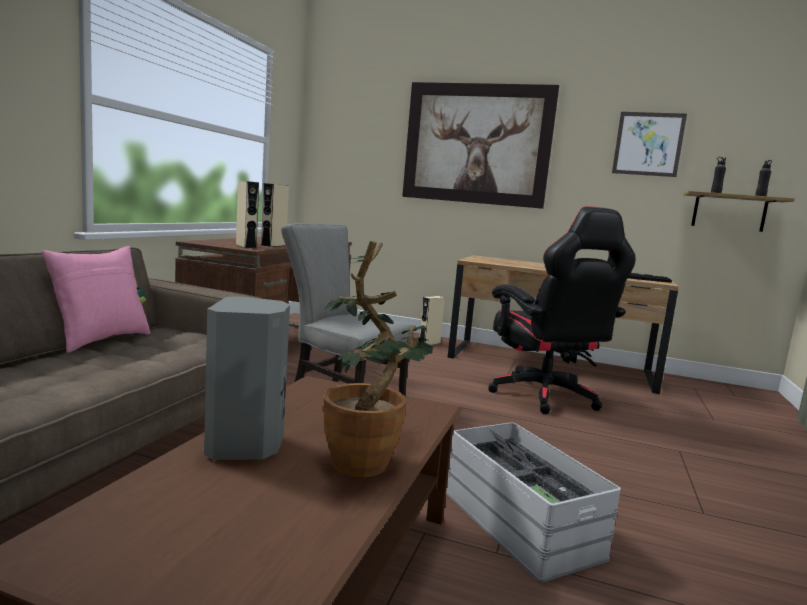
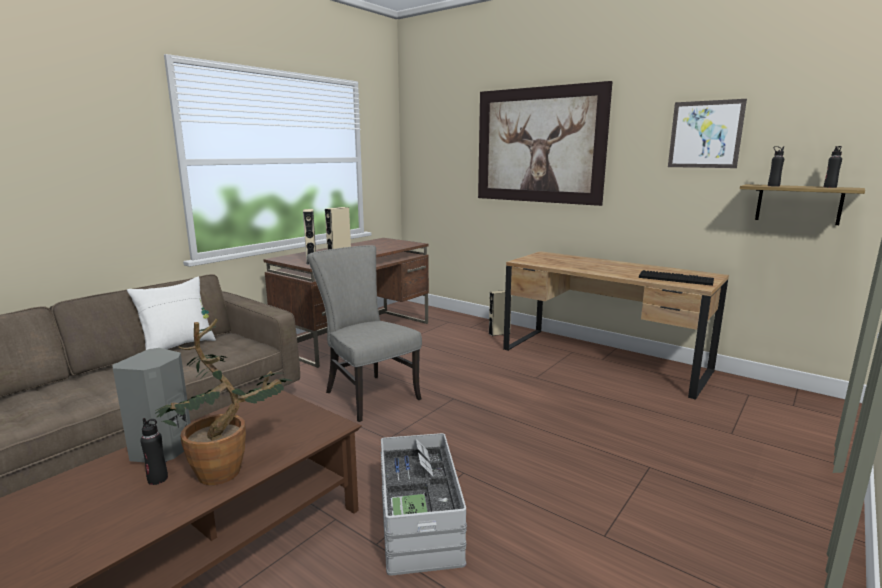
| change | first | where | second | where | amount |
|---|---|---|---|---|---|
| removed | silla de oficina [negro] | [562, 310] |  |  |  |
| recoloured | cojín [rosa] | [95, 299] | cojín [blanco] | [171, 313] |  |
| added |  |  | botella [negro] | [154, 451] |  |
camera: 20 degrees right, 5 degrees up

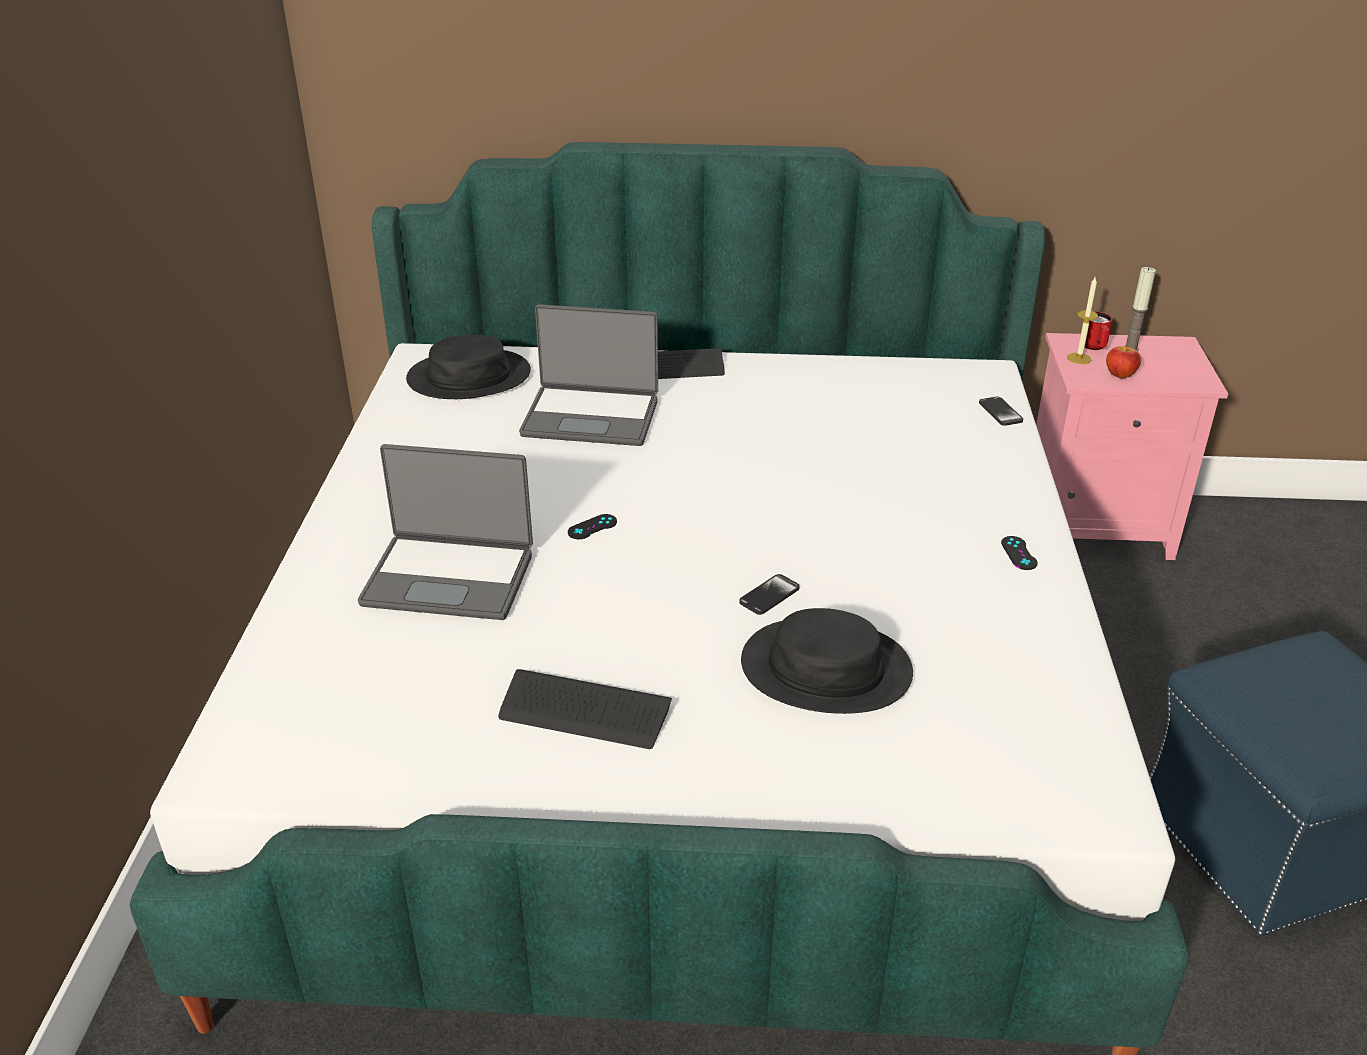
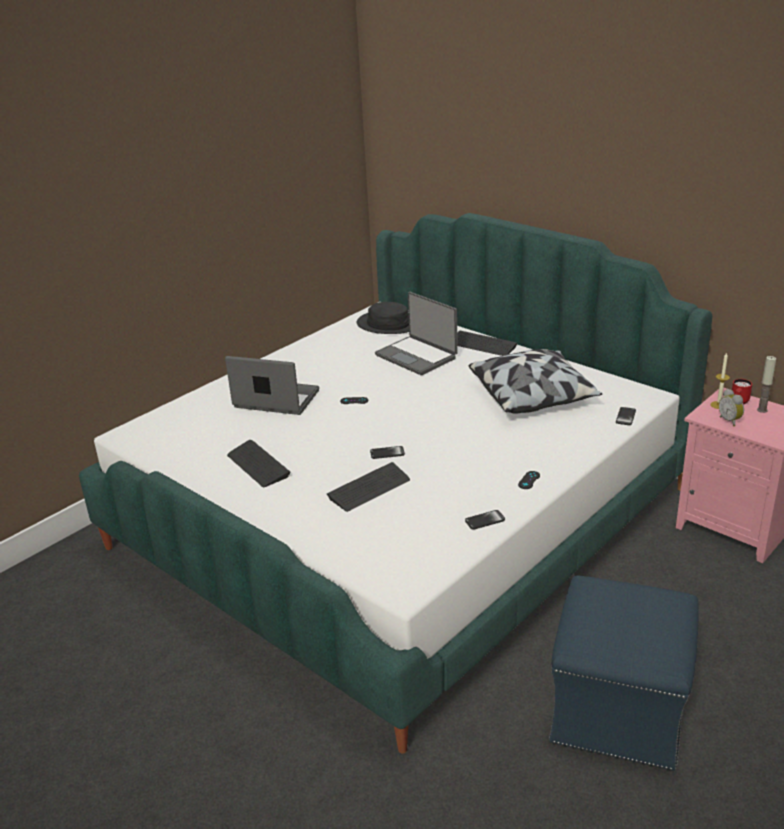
| change | first | where | second | where | amount |
|---|---|---|---|---|---|
| replaced | manzana | [1123, 362] | despertador | [731, 407] |  |
| turned | portátil | [445, 532] |  | [272, 385] | 150 degrees clockwise |
| replaced | sombrero [negro] | [827, 661] | teclado | [368, 487] |  |
| added |  |  | cojín | [536, 381] |  |
| added |  |  | móvil | [485, 520] |  |
camera: 40 degrees right, 5 degrees down

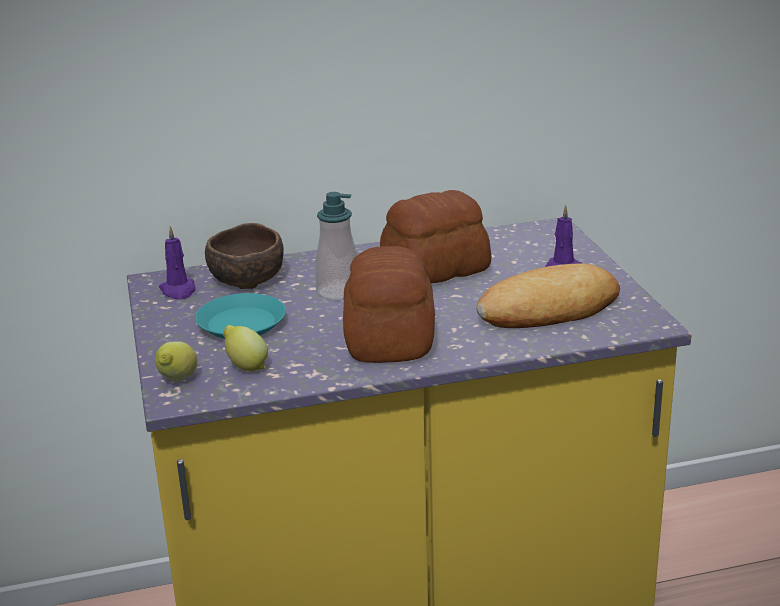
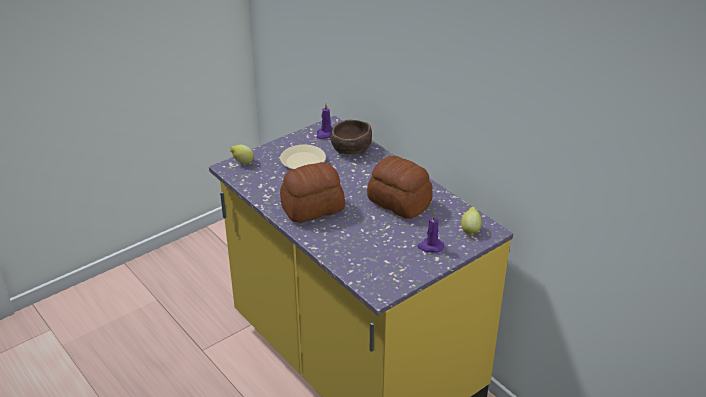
| change | first | where | second | where | amount |
|---|---|---|---|---|---|
| removed | dispensador de jabón | [336, 246] |  |  |  |
| removed | pan | [548, 295] |  |  |  |
| recoloured | plato [turquesa] | [240, 316] | plato [beis] | [303, 157] |  |
| moved | limón | [245, 348] |  | [471, 221] |  |
camera: 65 degrees right, 10 degrees up

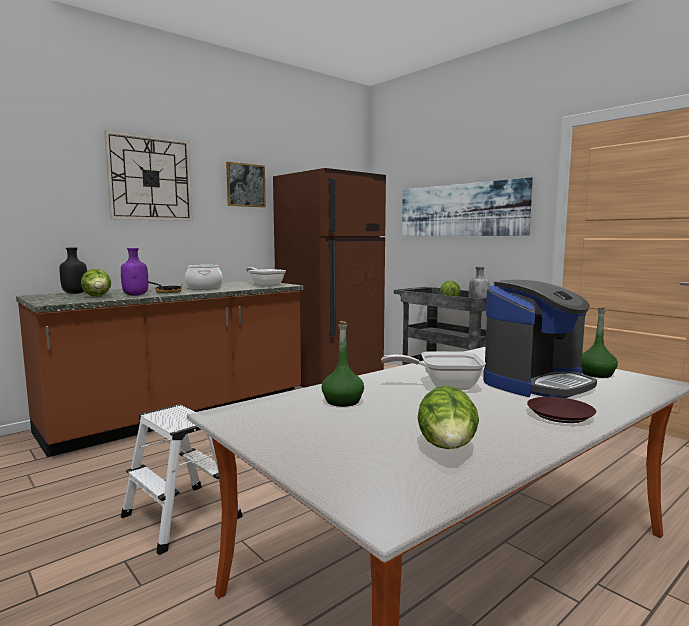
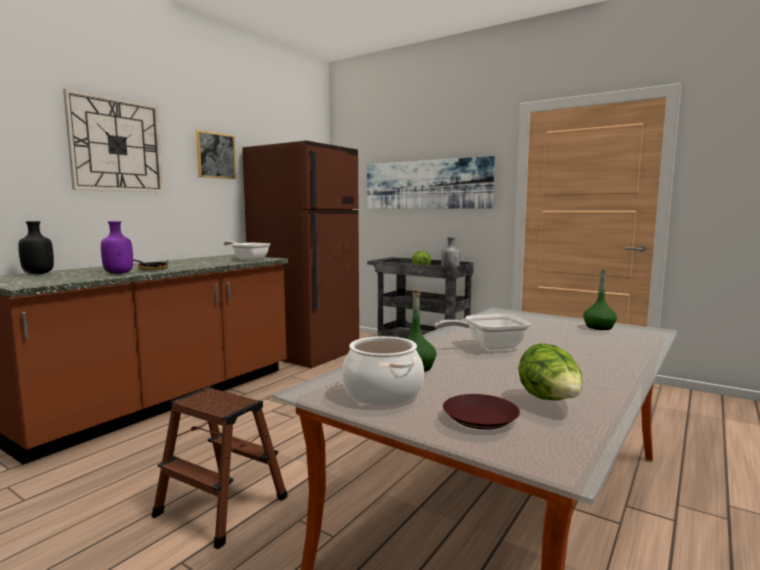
| change | first | where | second | where | amount |
|---|---|---|---|---|---|
| moved | olla | [204, 277] |  | [383, 371] |  |
| removed | lechuga | [96, 282] |  |  |  |
| removed | cafetera | [540, 338] |  |  |  |
| moved | plato [marrón] | [561, 410] |  | [481, 412] |  |
| recoloured | escalera de tijera [blanco] | [182, 479] | escalera de tijera [marrón] | [220, 468] |  |
camera: 15 degrees left, 0 degrees up

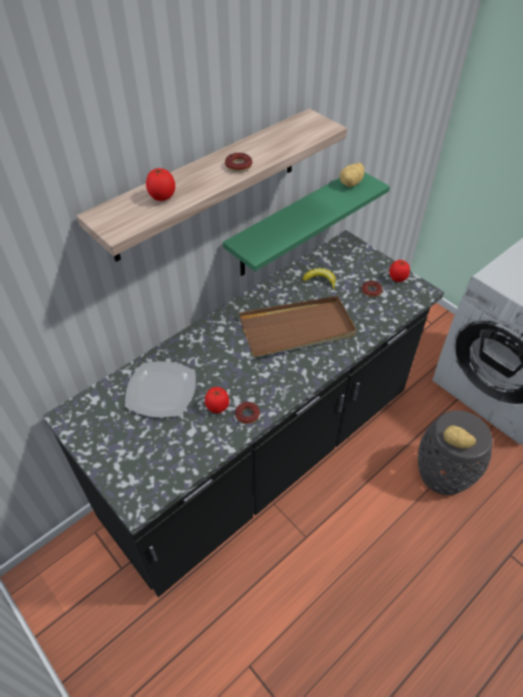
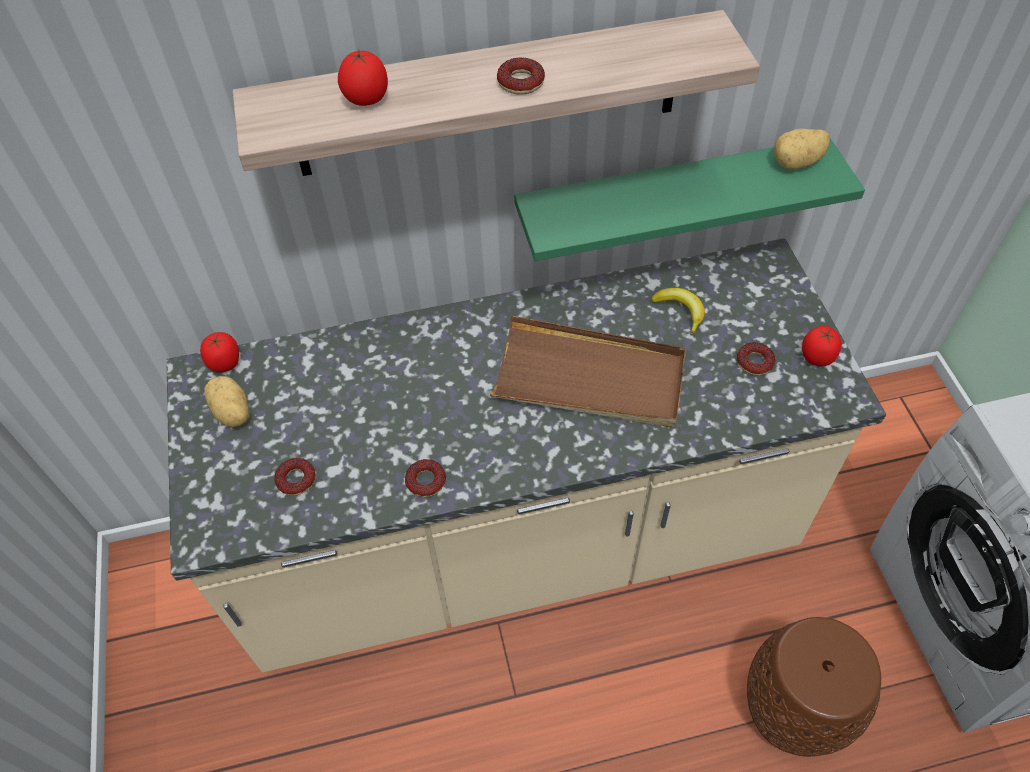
| change | first | where | second | where | amount |
|---|---|---|---|---|---|
| recoloured | mueble bajo de cocina [negro] | [243, 413] | mueble bajo de cocina [beis] | [526, 455] |  |
| removed | plato | [160, 389] |  |  |  |
| moved | tomate | [217, 400] |  | [219, 352] |  |
| recoloured | taburete [gris] | [455, 452] | taburete [marrón] | [814, 687] |  |
| moved | patata | [459, 437] |  | [227, 401] |  |
| added |  |  | rosquilla | [295, 477] |  |
camera: 30 degrees right, 5 degrees up

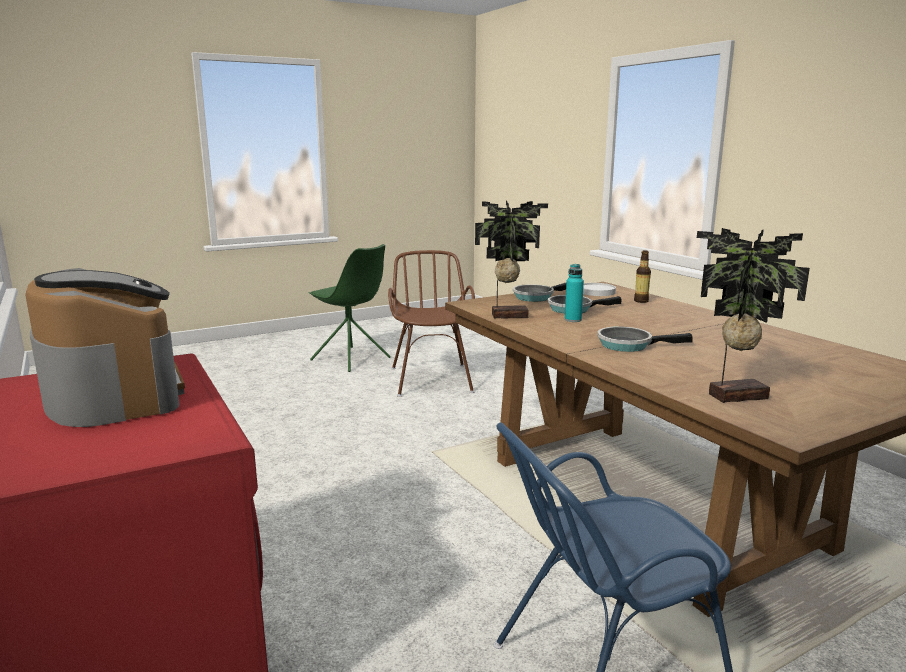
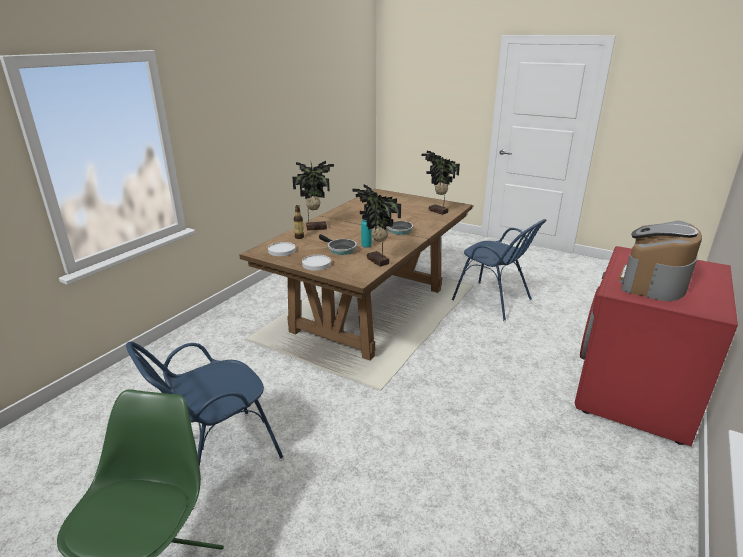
| change | first | where | second | where | amount |
|---|---|---|---|---|---|
| recoloured | silla [marrón] | [431, 323] | silla [azul] | [205, 425] |  |
| replaced | sartén | [539, 292] | plato [blanco] | [316, 263] |  |
| added |  |  | planta en maceta | [313, 196] |  |
camera: 120 degrees left, 10 degrees up

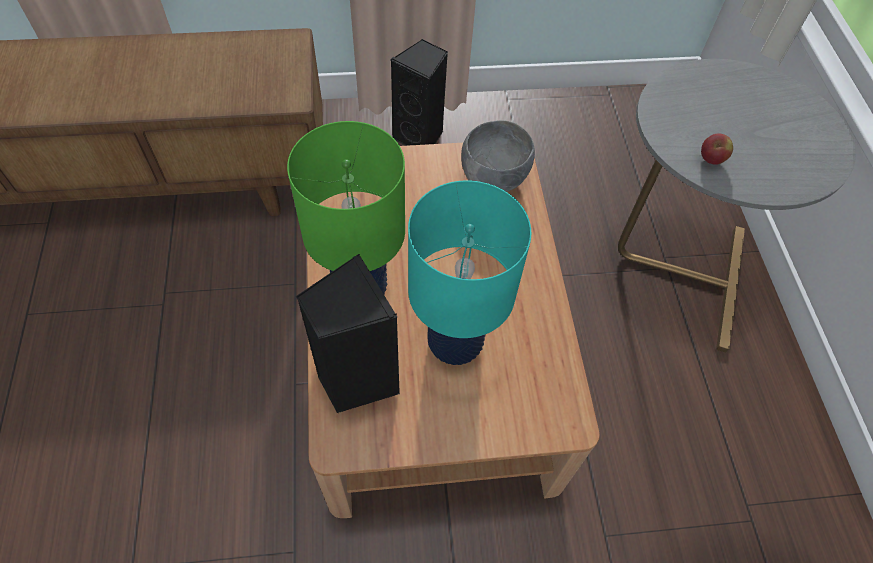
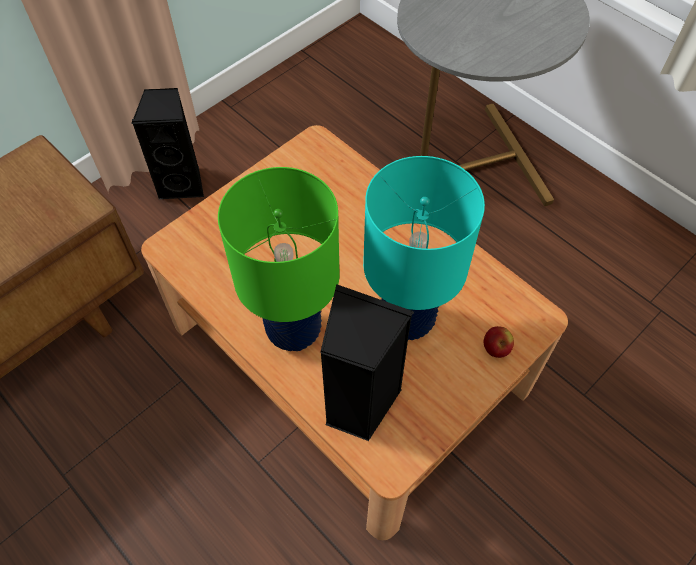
| change | first | where | second | where | amount |
|---|---|---|---|---|---|
| removed | cuenco [gris] | [498, 156] |  |  |  |
| moved | manzana | [717, 149] |  | [499, 342] |  |
camera: 35 degrees left, 0 degrees up

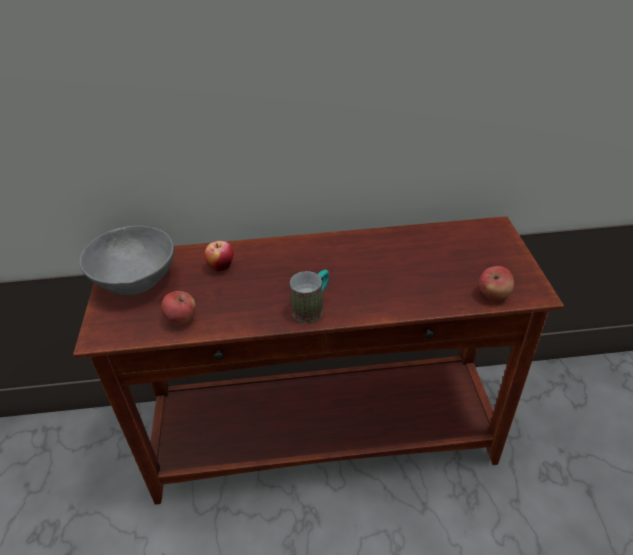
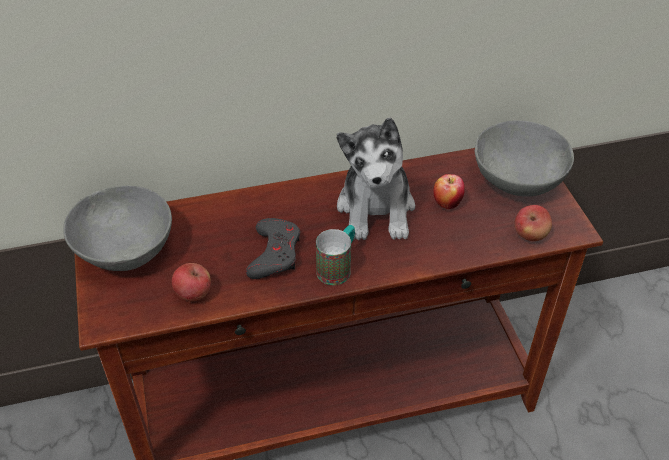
| change | first | where | second | where | amount |
|---|---|---|---|---|---|
| moved | manzana | [219, 256] |  | [449, 191] |  |
| added |  |  | peluche | [376, 178] |  |
| added |  |  | cuenco [gris] | [524, 158] |  |
| added |  |  | mando de consola [gris] | [273, 248] |  |
camera: 10 degrees left, 5 degrees up

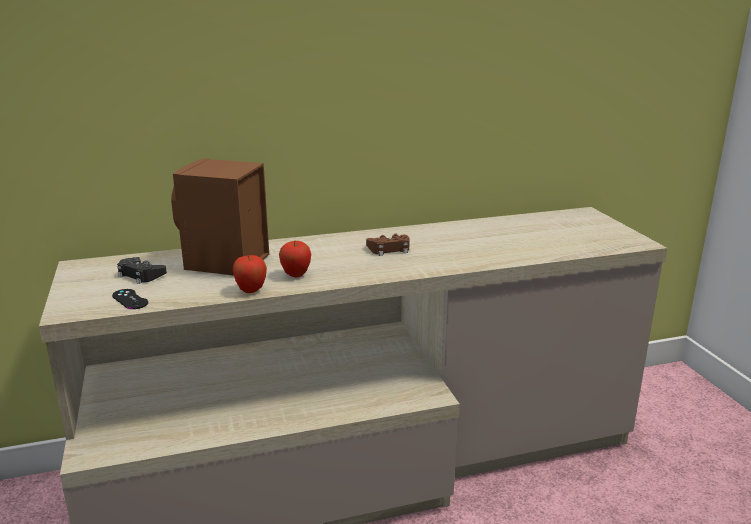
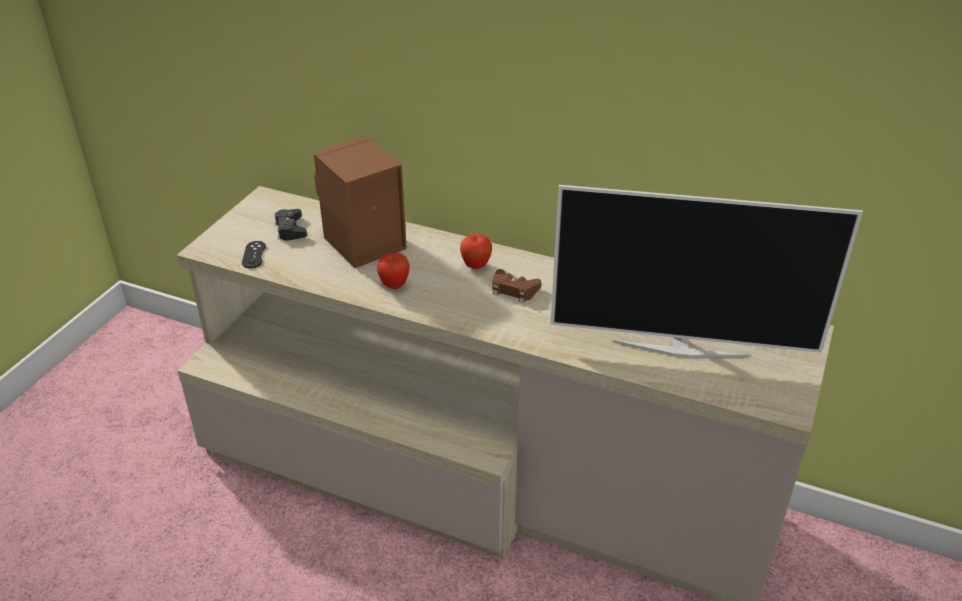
| change | first | where | second | where | amount |
|---|---|---|---|---|---|
| moved | manzana | [250, 274] |  | [476, 251] |  |
| added |  |  | televisor | [706, 271] |  |
camera: 40 degrees right, 15 degrees up

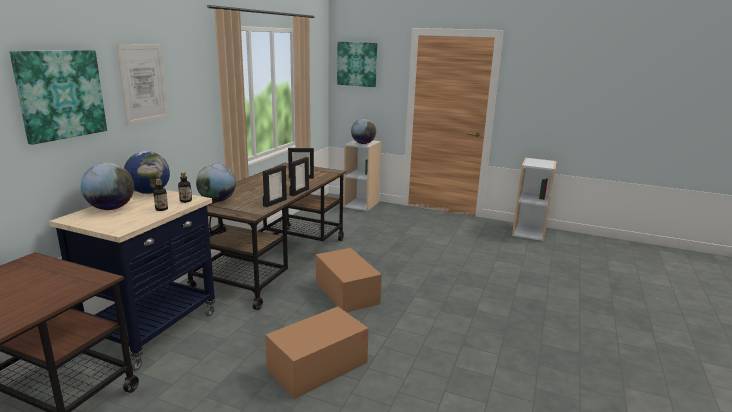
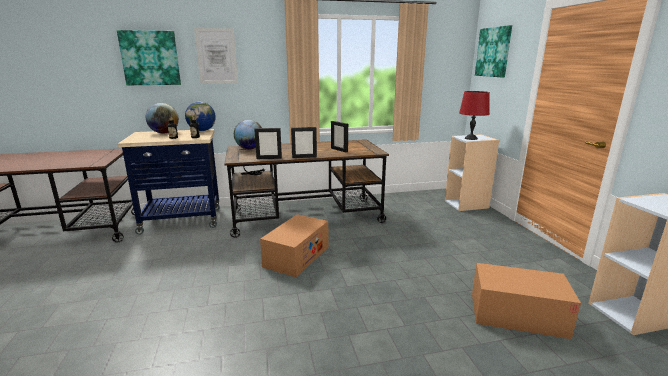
| change | first | where | second | where | amount |
|---|---|---|---|---|---|
| replaced | globo terráqueo | [363, 131] | lámpara de mesa [rojo] | [474, 115] |  |
| moved | caja de cartón | [317, 353] |  | [526, 301] |  |
camera: 55 degrees right, 0 degrees up

